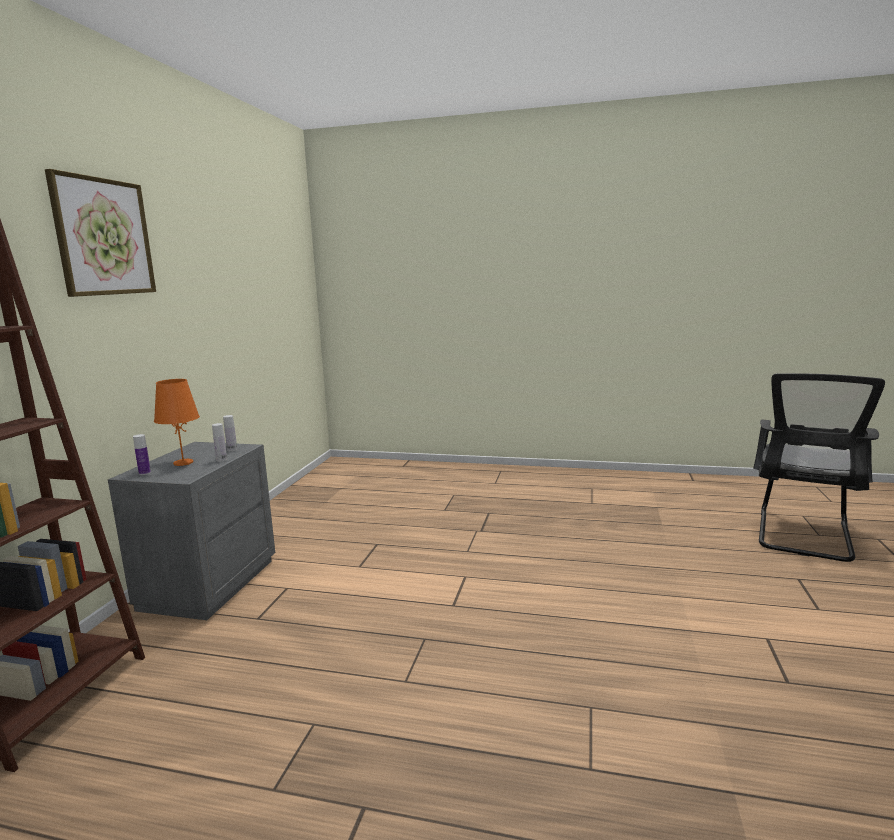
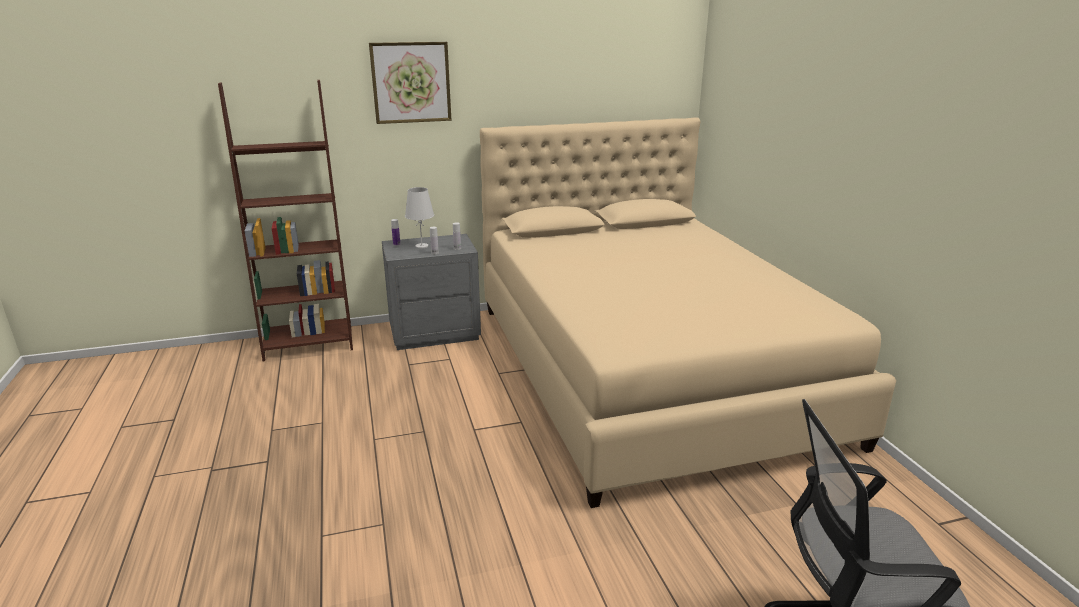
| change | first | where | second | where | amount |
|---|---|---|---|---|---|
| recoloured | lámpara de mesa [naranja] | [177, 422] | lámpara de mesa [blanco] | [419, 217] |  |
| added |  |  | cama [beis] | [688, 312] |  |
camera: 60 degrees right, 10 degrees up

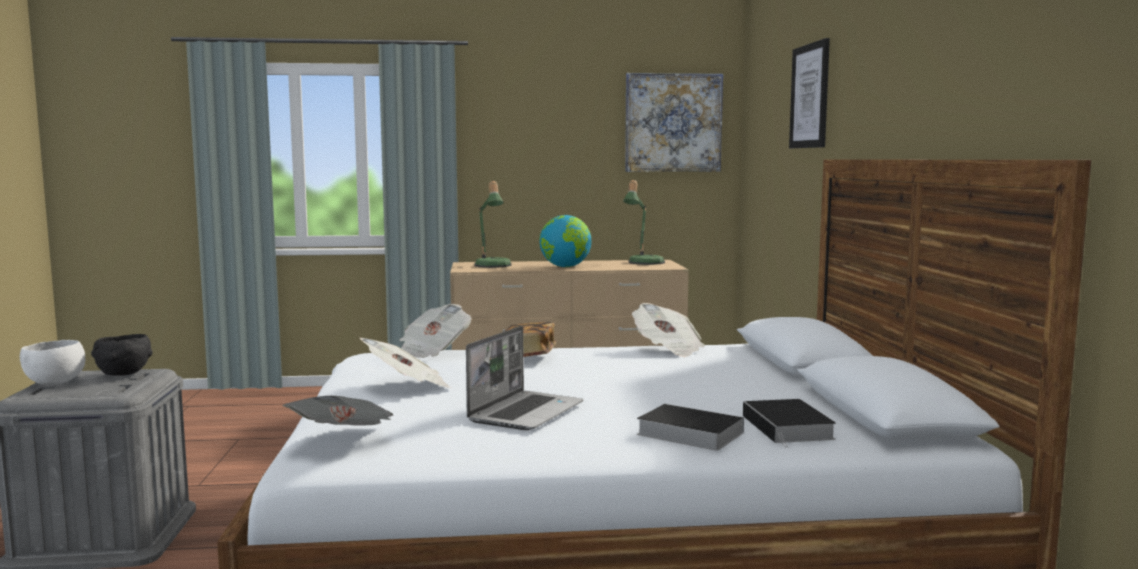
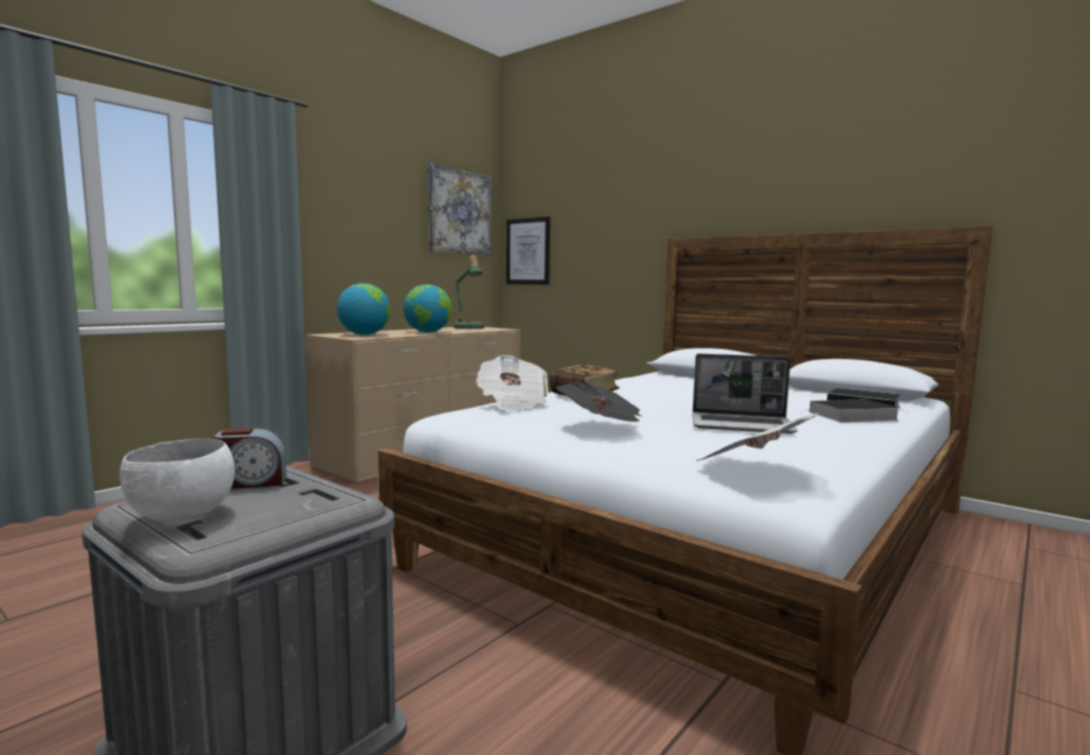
| change | first | where | second | where | amount |
|---|---|---|---|---|---|
| moved | cuadro | [809, 93] |  | [528, 250] |  |
| replaced | lámpara de mesa | [493, 224] | globo terráqueo | [364, 309] |  |
| removed | periódico | [668, 330] |  |  |  |
| turned | portátil | [525, 378] |  | [744, 394] | 120 degrees clockwise |
| replaced | cuenco [negro] | [122, 355] | despertador | [250, 458] |  |
camera: 45 degrees left, 0 degrees up

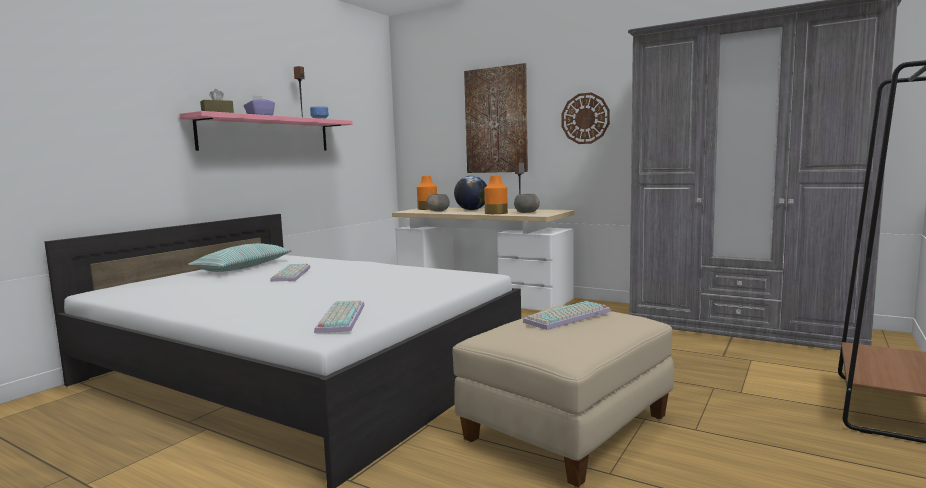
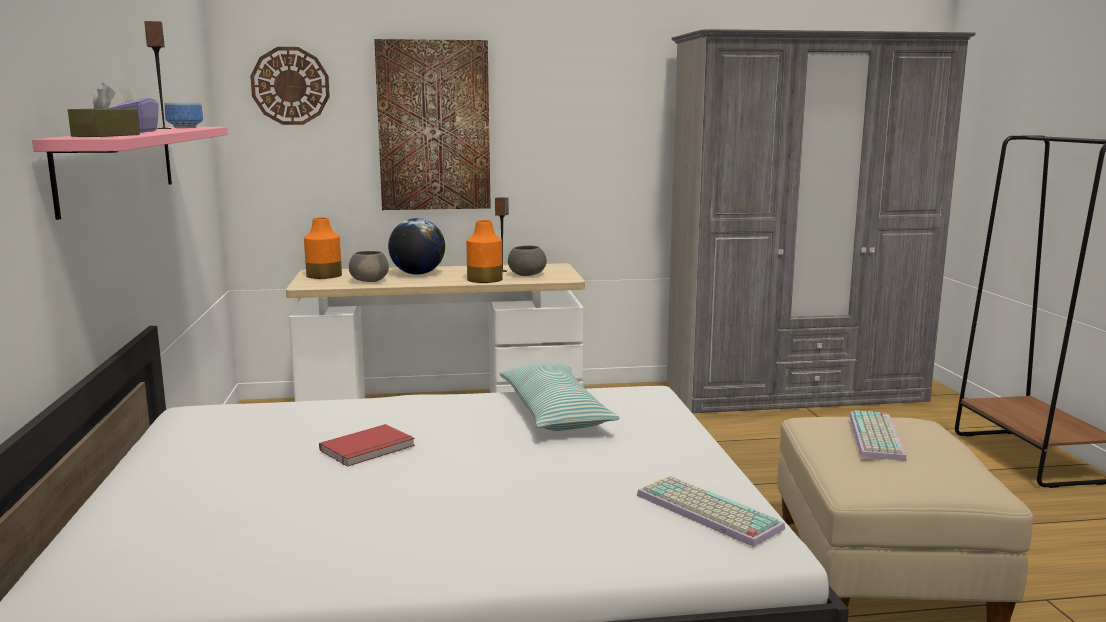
| change | first | where | second | where | amount |
|---|---|---|---|---|---|
| moved | reloj de pared | [586, 118] |  | [290, 86] |  |
| moved | cojín | [240, 257] |  | [560, 397] |  |
| replaced | teclado | [290, 273] | libro [rojo] | [367, 445] |  |
camera: 40 degrees left, 5 degrees up

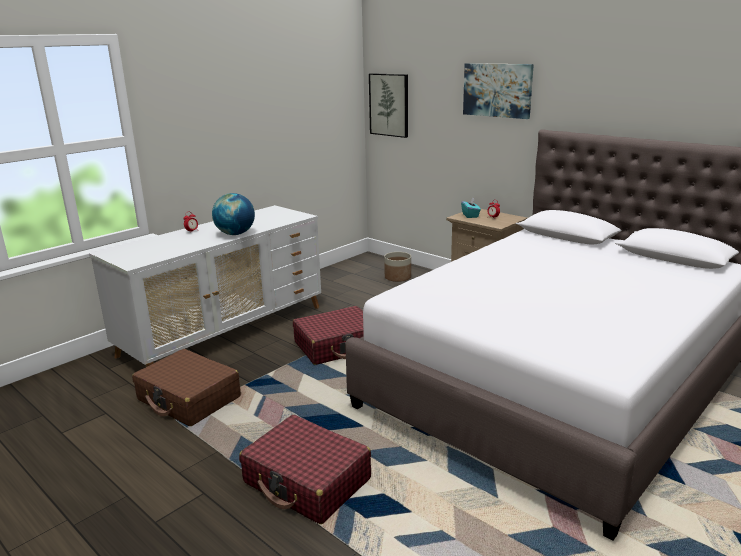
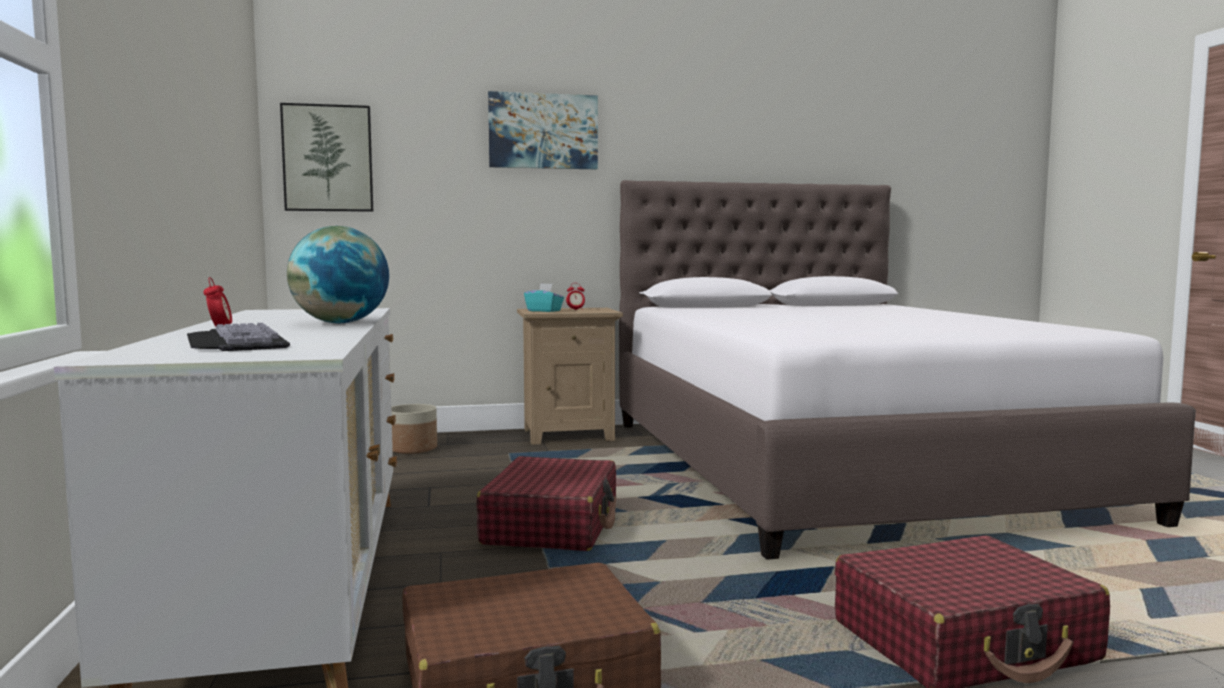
| change | first | where | second | where | amount |
|---|---|---|---|---|---|
| added |  |  | teclado | [238, 337] |  |
camera: 55 degrees left, 15 degrees down

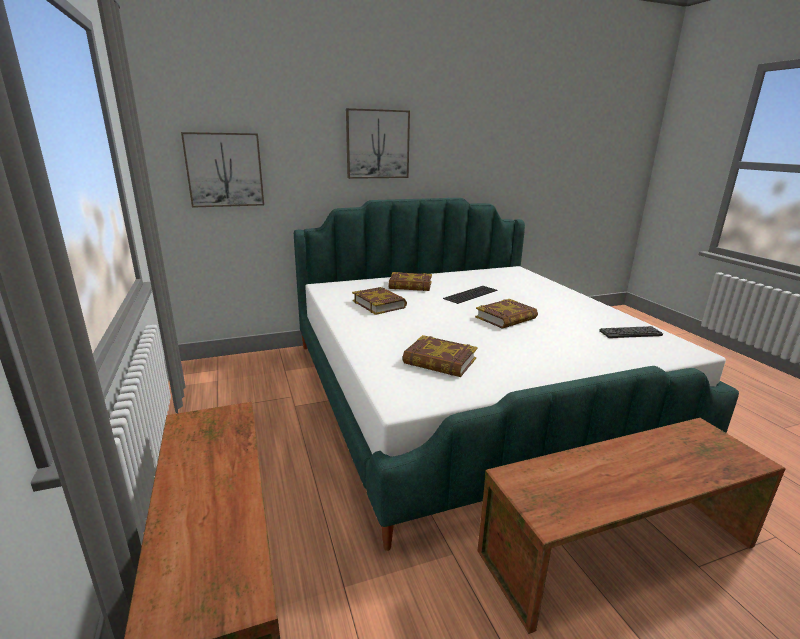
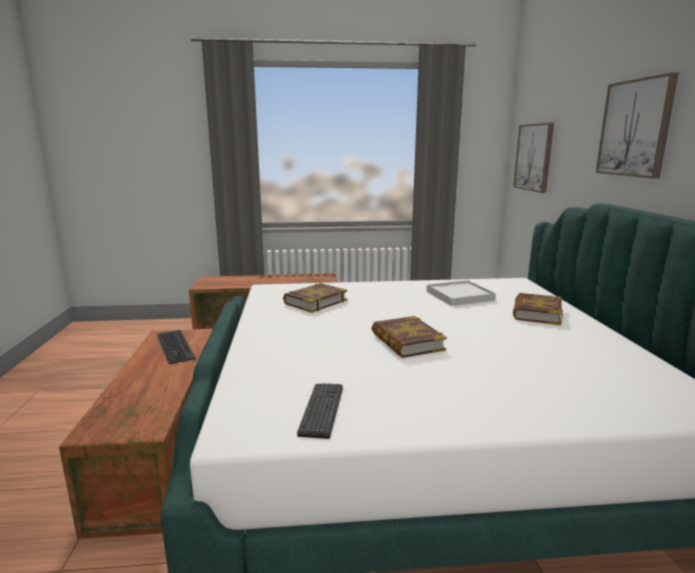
| change | first | where | second | where | amount |
|---|---|---|---|---|---|
| moved | teclado | [470, 295] |  | [176, 347] |  |
| replaced | libro | [379, 301] | bandeja [blanco] | [461, 293] |  |
camera: 105 degrees right, 5 degrees down

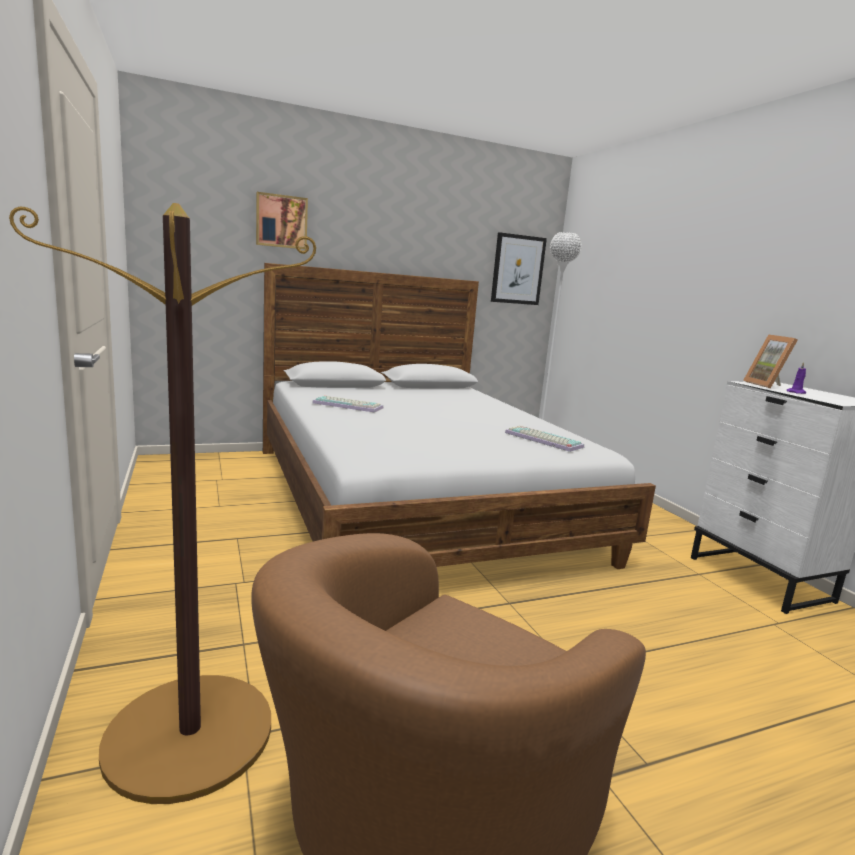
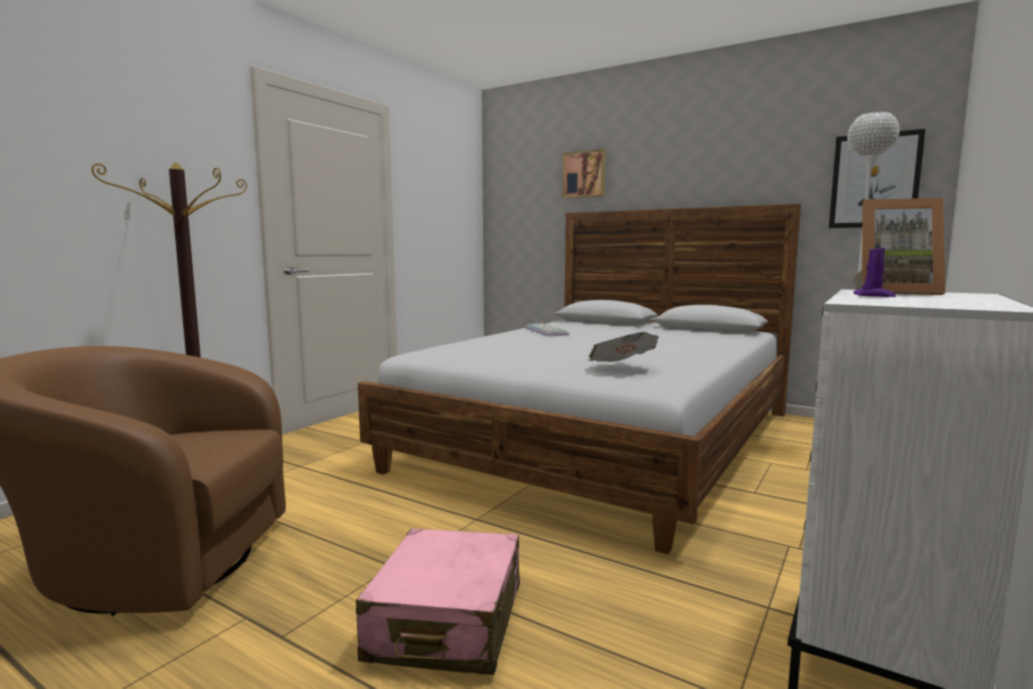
| change | first | where | second | where | amount |
|---|---|---|---|---|---|
| turned | portarretratos | [770, 361] |  | [899, 246] | 120 degrees counterclockwise |
| replaced | teclado | [544, 439] | periódico | [624, 347] |  |
| added |  |  | maleta [rosa] | [438, 601] |  |
camera: 55 degrees right, 5 degrees down

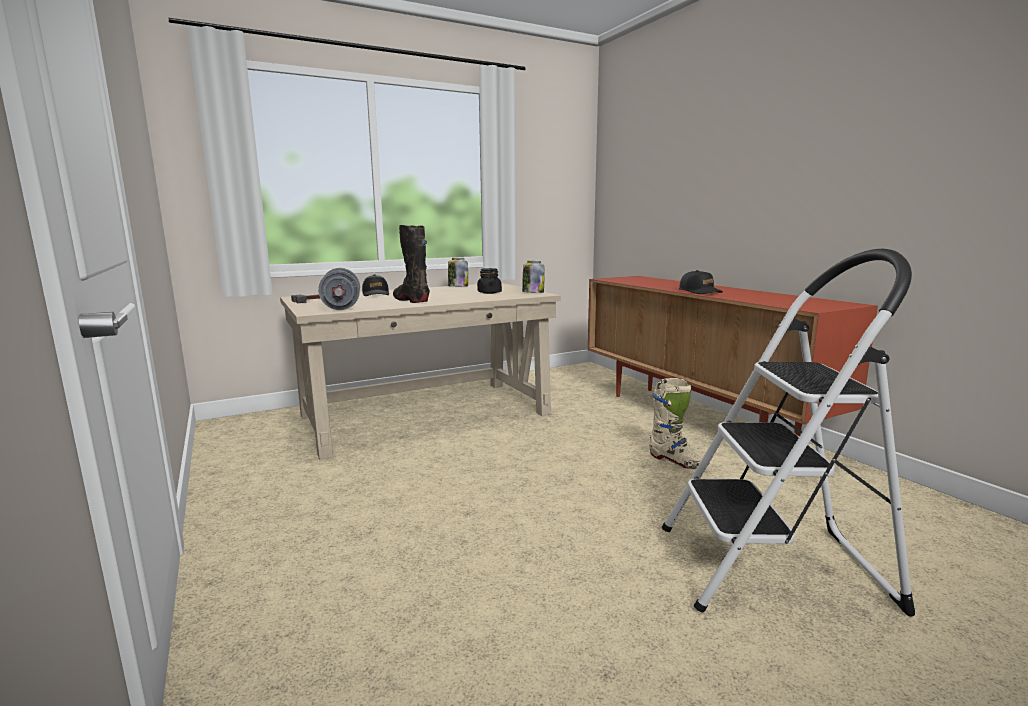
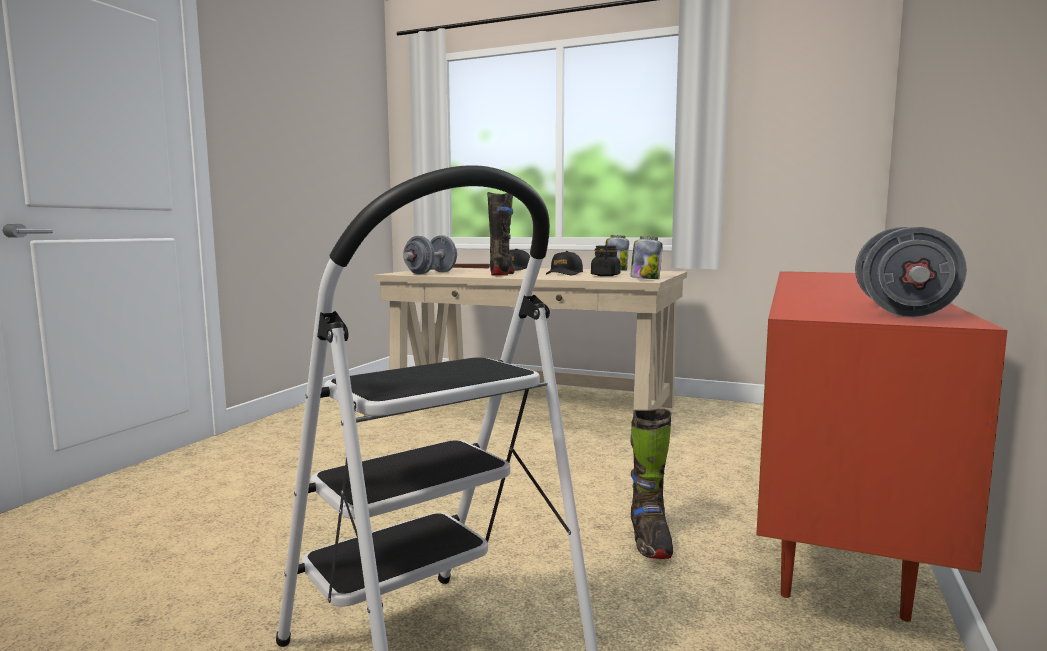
| change | first | where | second | where | amount |
|---|---|---|---|---|---|
| moved | gorra [negro] | [701, 282] |  | [564, 263] |  |
| recoloured | bota [beis] | [679, 423] | bota [negro] | [651, 484] |  |
| added |  |  | mancuerna [gris] | [911, 272] |  |
camera: 50 degrees right, 5 degrees down

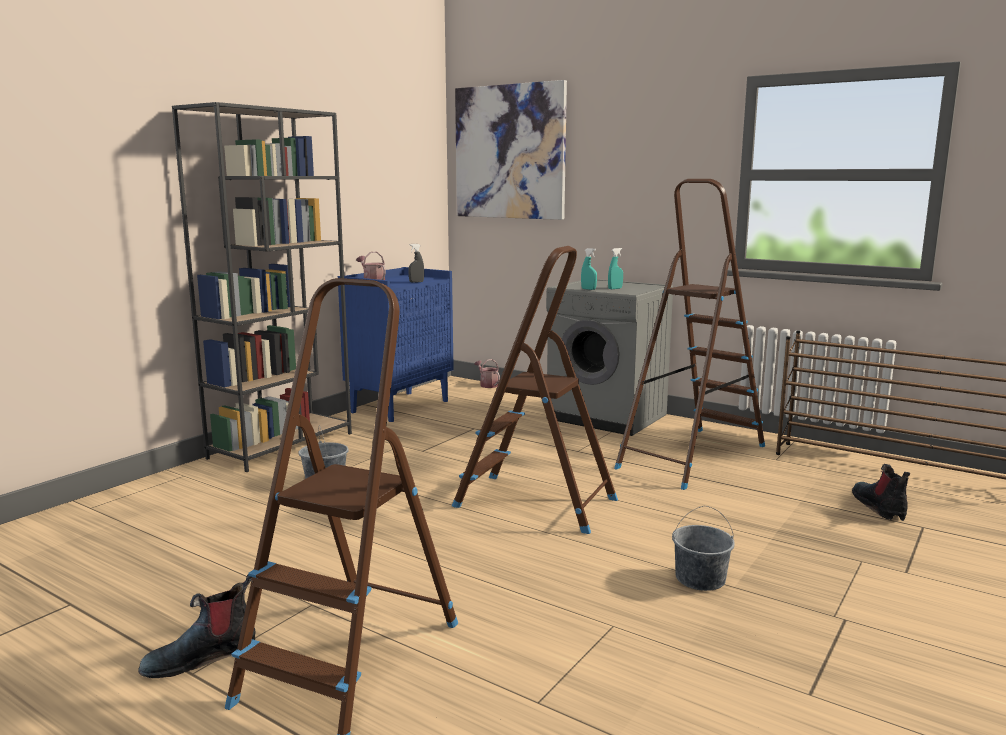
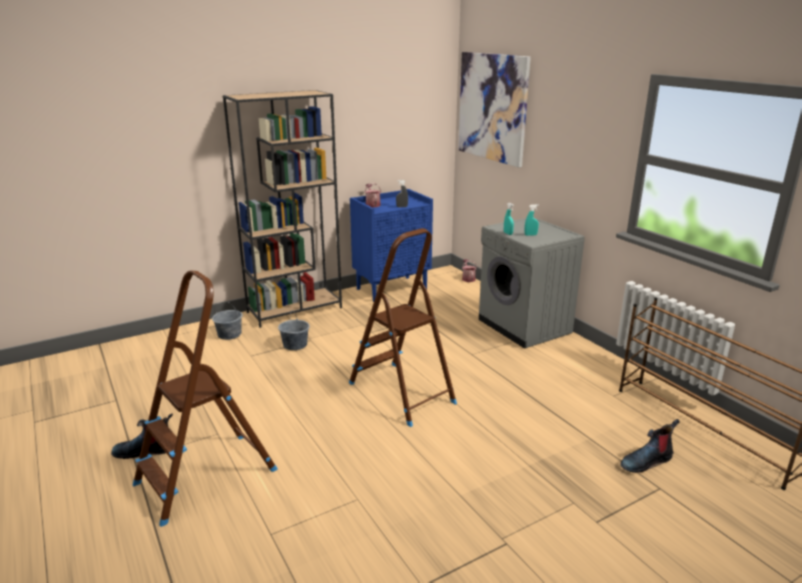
| change | first | where | second | where | amount |
|---|---|---|---|---|---|
| removed | escalera de tijera [marrón] | [689, 334] |  |  |  |
| turned | bota | [881, 492] |  | [650, 446] | 135 degrees counterclockwise |
| moved | cubo [gris] | [703, 548] |  | [227, 320] |  |
camera: 25 degrees right, 10 degrees up

